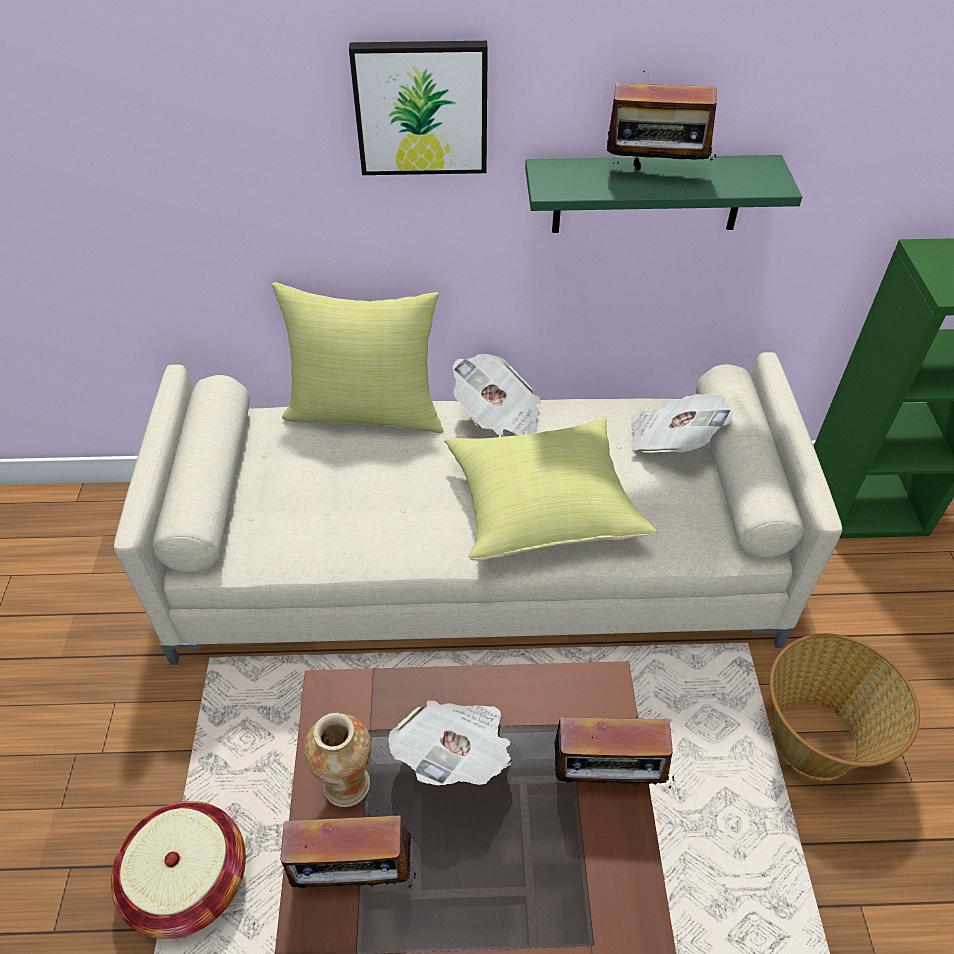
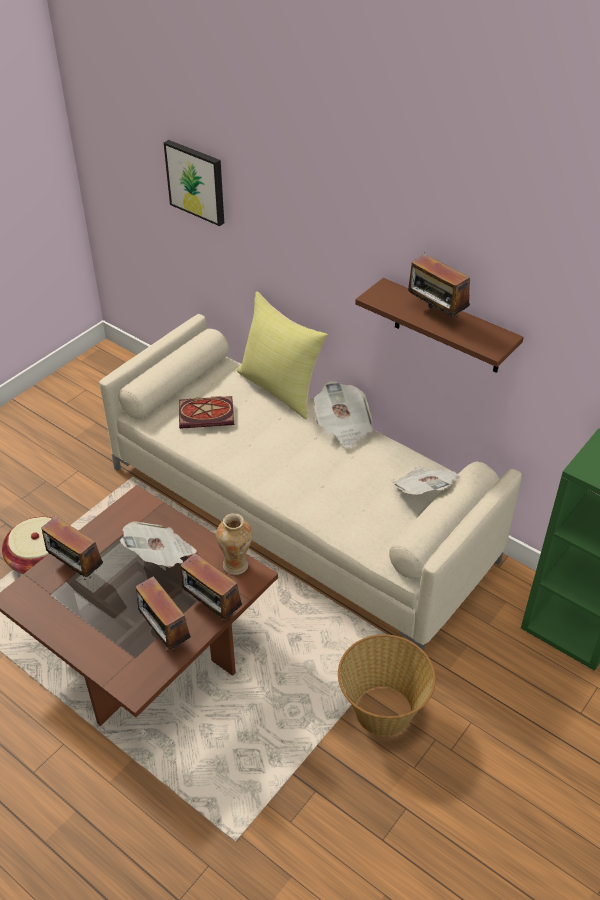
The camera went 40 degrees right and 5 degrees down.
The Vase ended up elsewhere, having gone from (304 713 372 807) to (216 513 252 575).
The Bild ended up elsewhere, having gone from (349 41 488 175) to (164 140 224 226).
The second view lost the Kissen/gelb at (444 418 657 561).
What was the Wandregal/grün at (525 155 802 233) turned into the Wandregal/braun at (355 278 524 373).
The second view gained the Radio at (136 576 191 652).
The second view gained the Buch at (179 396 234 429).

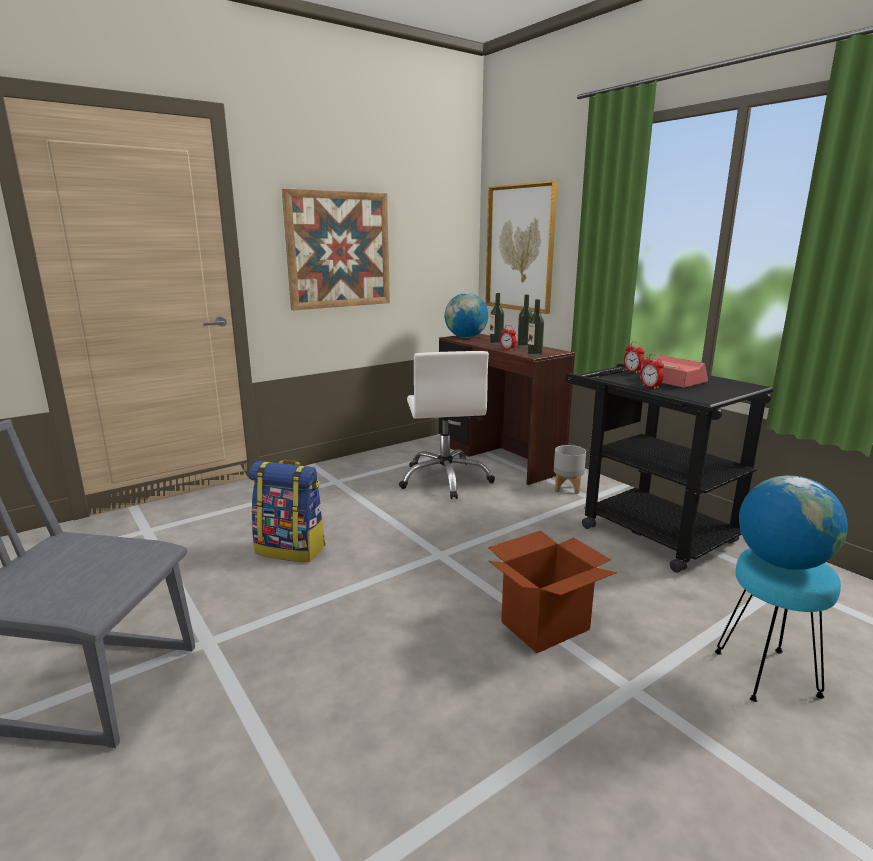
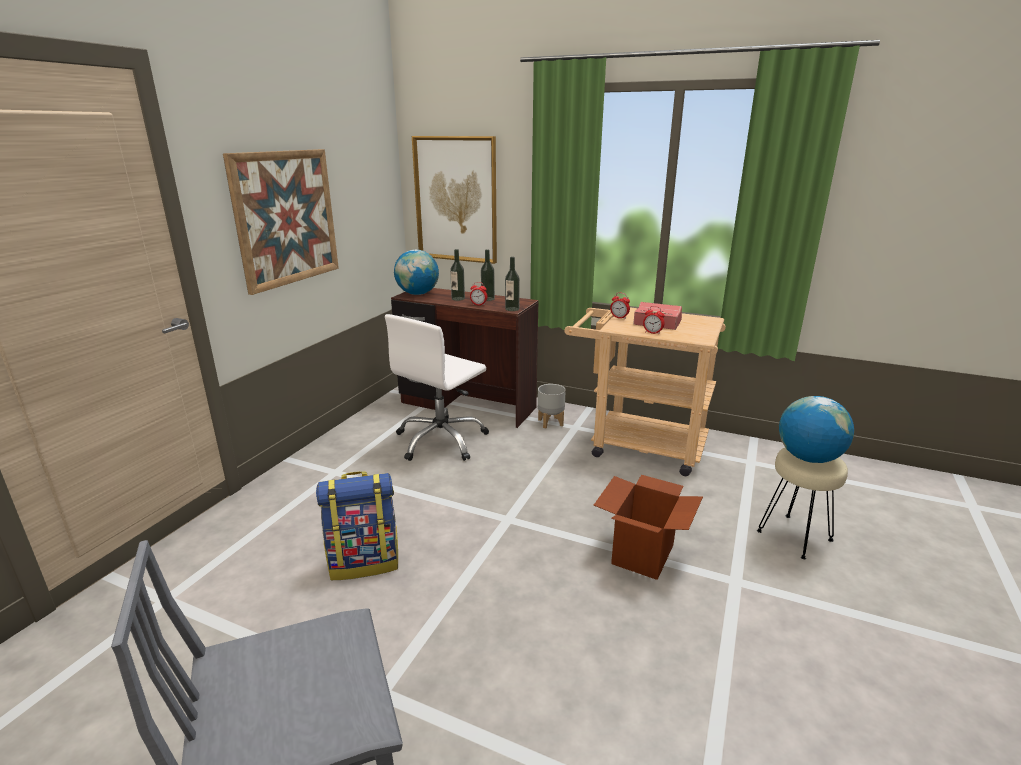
The camera went 30 degrees left and 5 degrees up.
The Bürostuhl/weiß at (399 351 495 499) ended up facing another way, 75 degrees clockwise from before.
What was the Rollwagen/schwarz at (565 363 773 573) turned into the Rollwagen/beige at (564 307 726 476).
What was the Hocker/türkis at (715 548 841 702) turned into the Hocker/beige at (757 447 848 559).

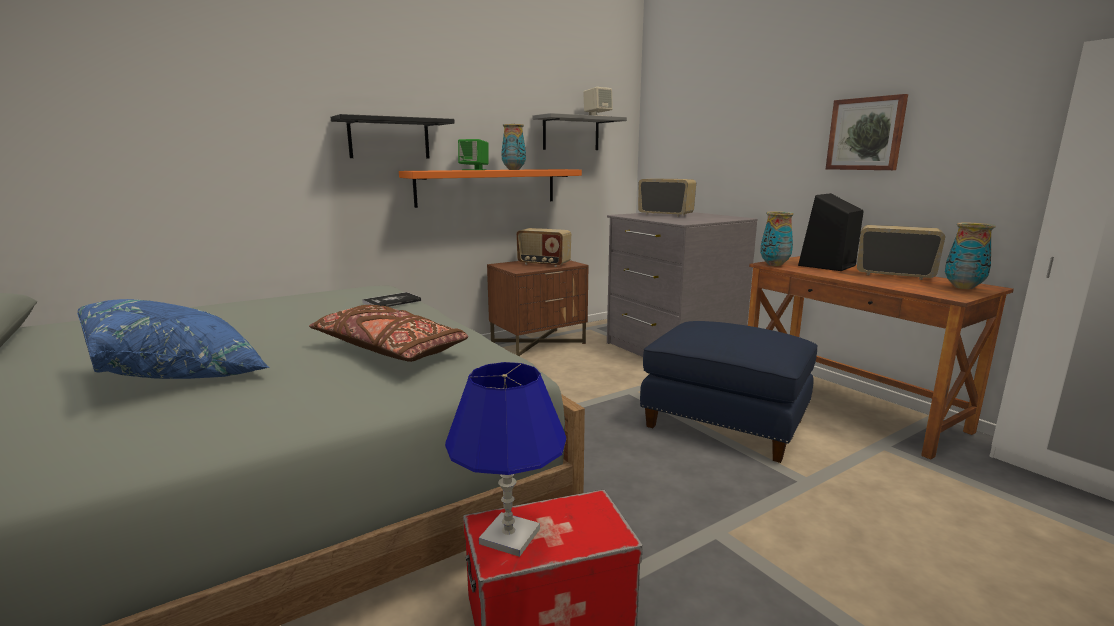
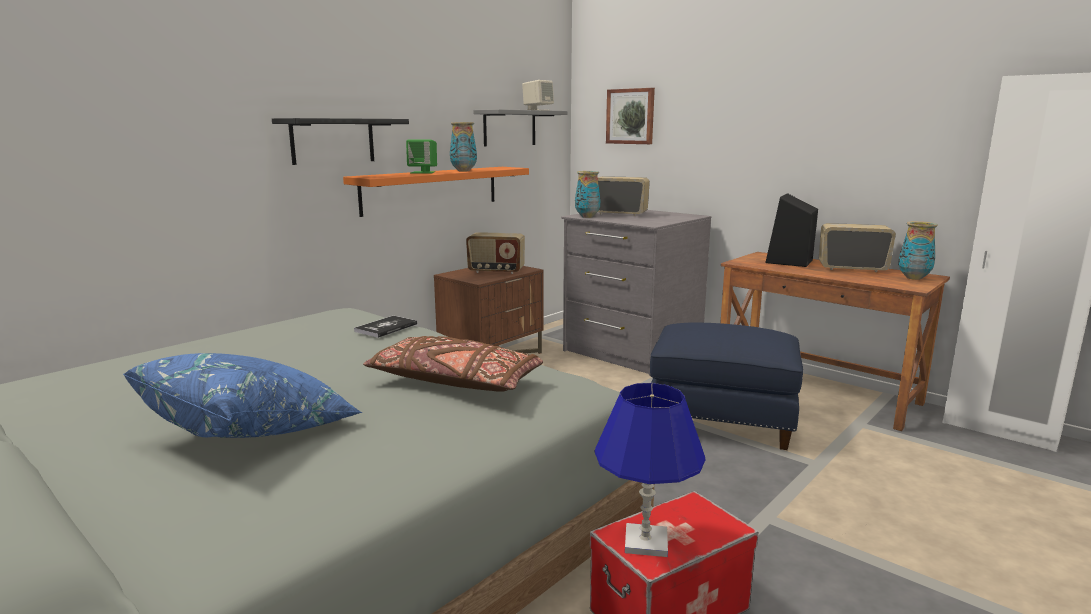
The camera went 15 degrees left and 0 degrees up.
The Vase ended up elsewhere, having gone from (760 211 794 266) to (575 171 600 218).
The Bild ended up elsewhere, having gone from (826 94 908 170) to (606 88 655 144).

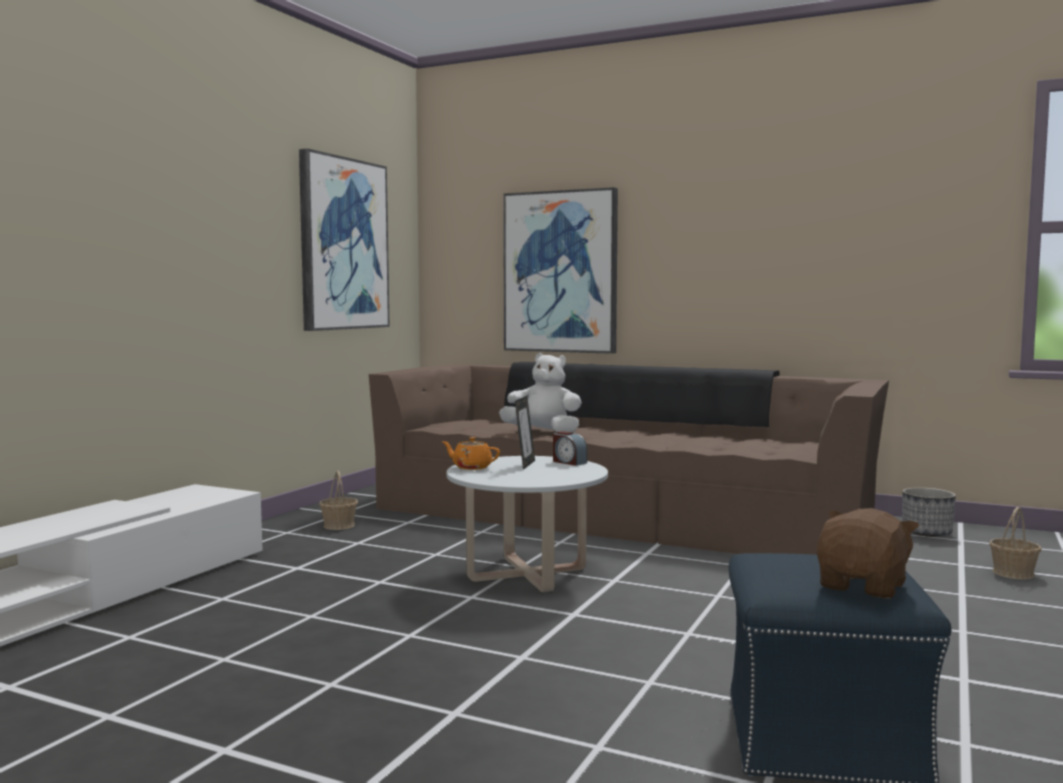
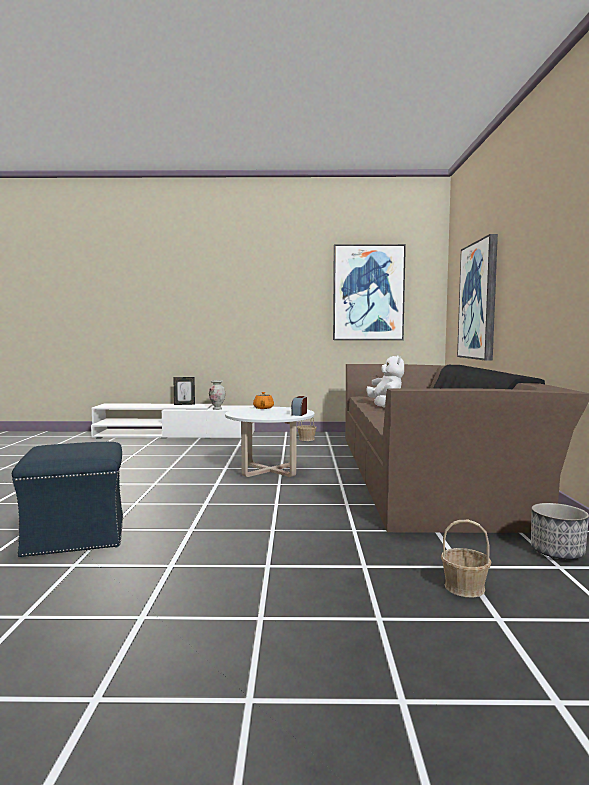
The camera went 65 degrees right and 0 degrees up.
The Bilderrahmen ended up elsewhere, having gone from (515 396 535 470) to (173 377 195 405).
The second view lost the Plüschtier/braun at (816 508 919 599).
The second view gained the Vase at (209 380 225 410).

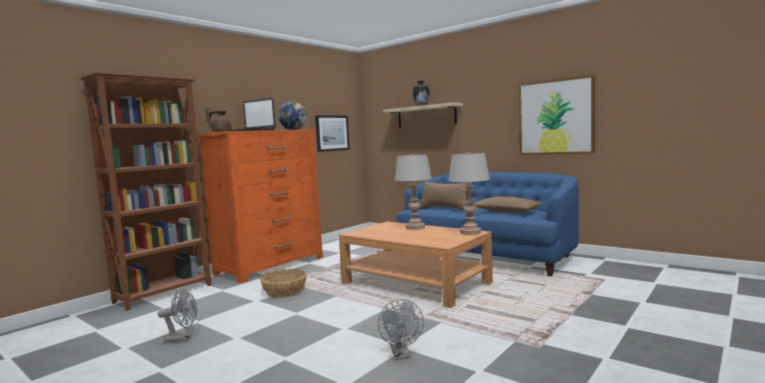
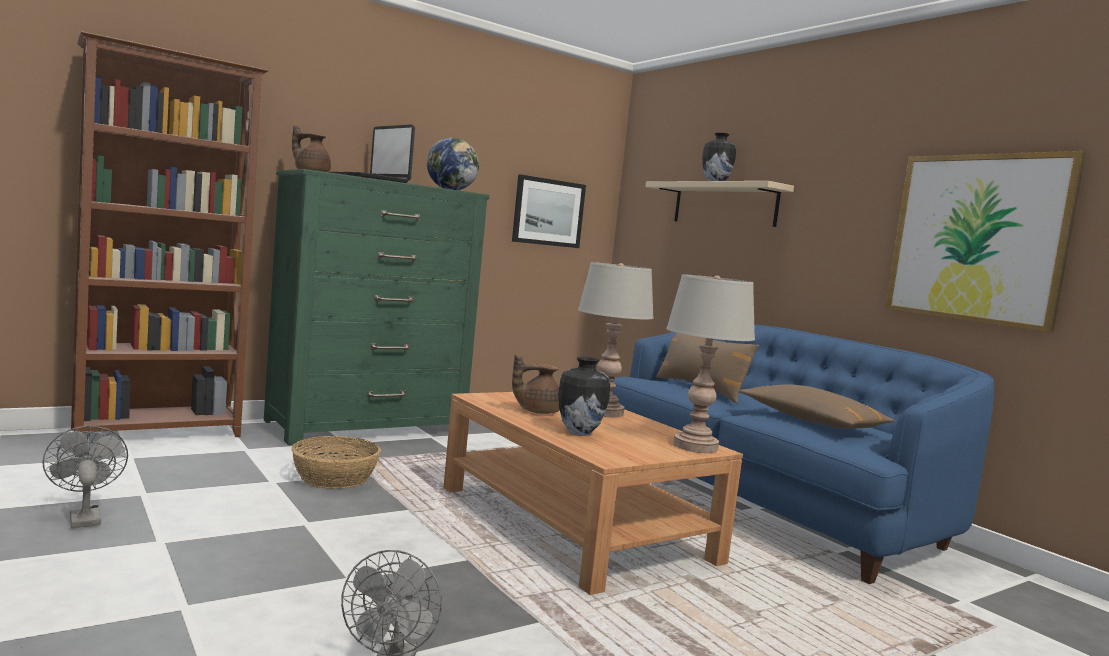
The camera went 15 degrees right and 0 degrees up.
The Ventilator/grau at (158 288 197 342) ended up facing another way, 135 degrees counterclockwise from before.
What was the Kommode/orange at (198 129 323 283) turned into the Kommode/grün at (264 169 490 445).
The second view gained the Teekanne/braun at (512 354 560 414).
The second view gained the Vase at (558 357 610 436).

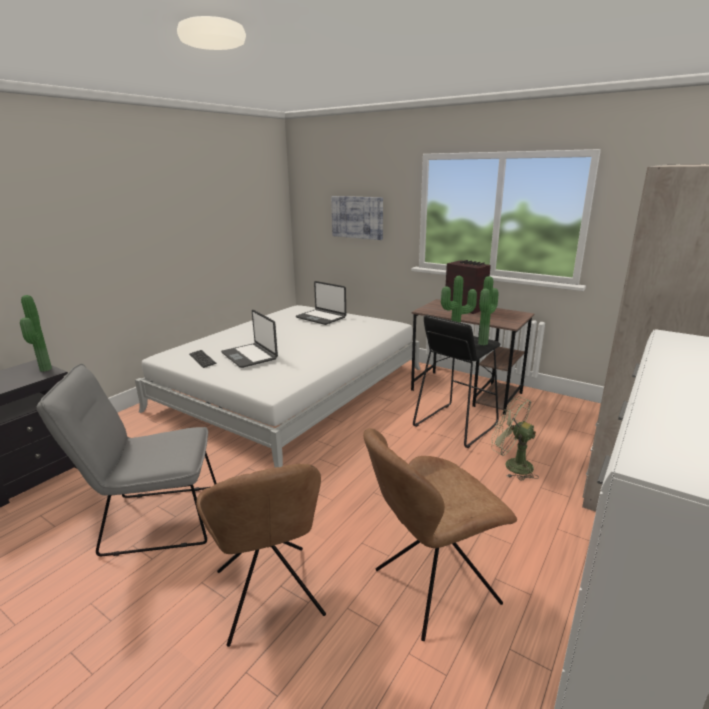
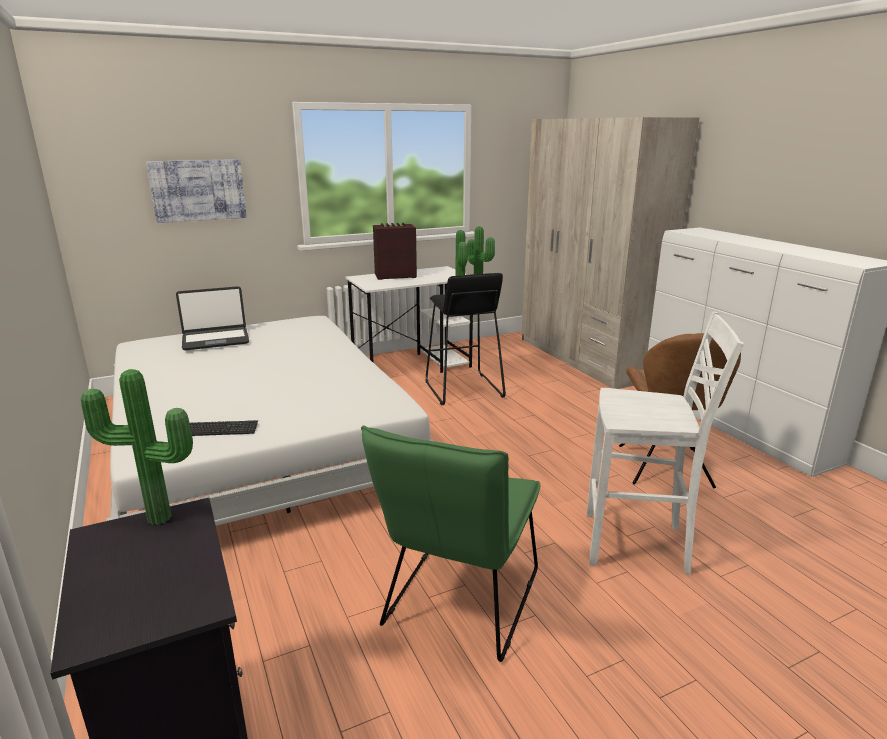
The camera went 60 degrees left and 0 degrees up.
What was the Stuhl/grau at (37 364 217 556) turned into the Stuhl/grün at (361 426 541 662).
Where the Stuhl/braun stood at (196 464 326 647), the Hocker/weiß came to stand at (587 311 744 574).
The second view lost the Laptop at (221 310 278 368).
What was the Schreibtisch/braun at (411 299 534 415) turned into the Schreibtisch/weiß at (346 266 473 373).
The second view lost the Ventilator/grün at (491 396 539 480).

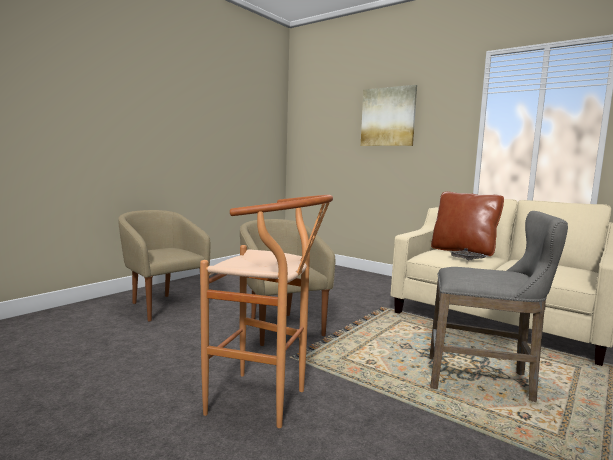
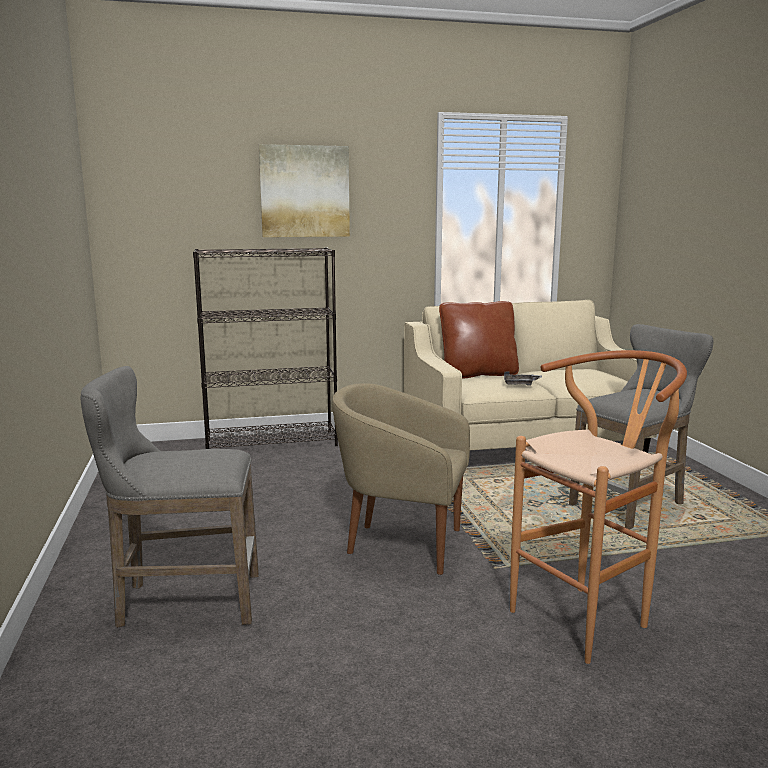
The camera went 50 degrees left and 5 degrees up.
Where the Sessel/beige stood at (118 210 211 321), the Hocker/grau came to stand at (81 366 259 628).
The second view gained the Bücherregal/schwarz at (193 248 338 449).

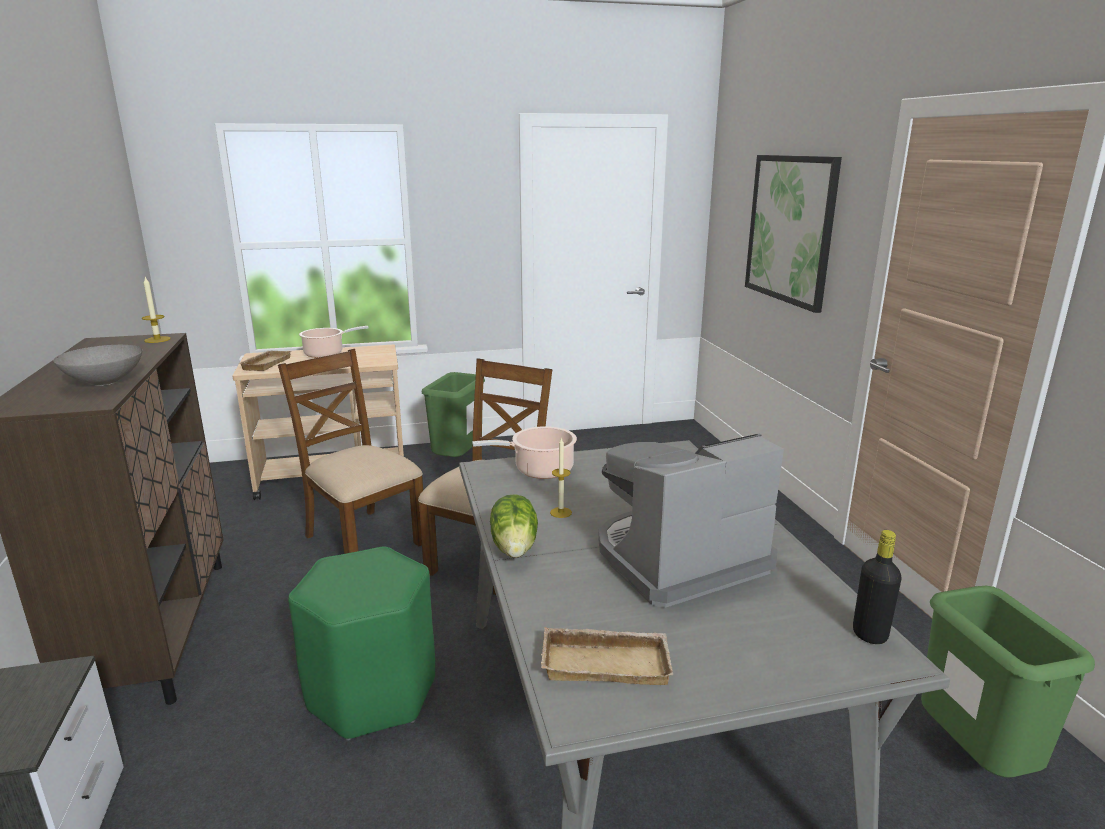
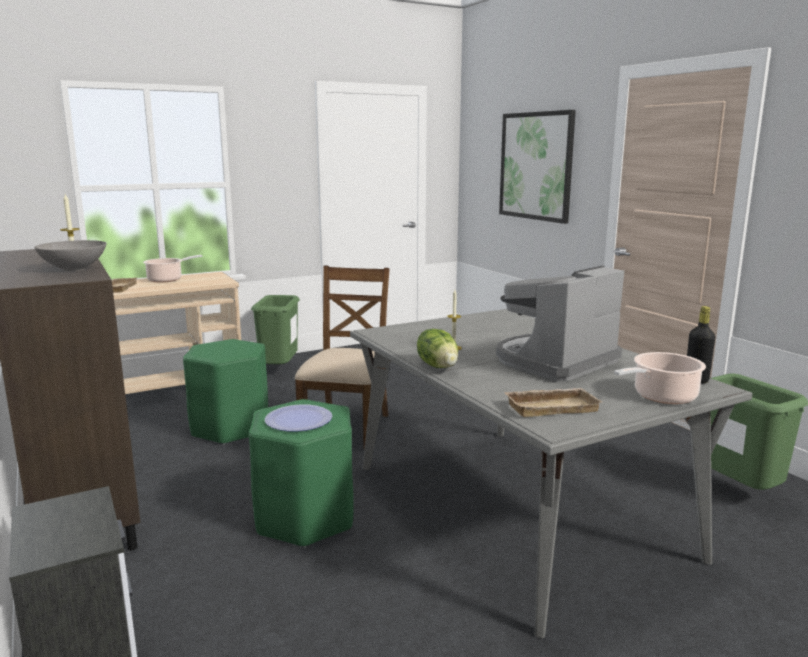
The camera went 15 degrees left and 5 degrees down.
Where the Stuhl/braun stood at (278 349 423 554), the Hocker/grün came to stand at (183 339 268 445).
The Kochtopf ended up elsewhere, having gone from (472 426 577 479) to (614 352 706 404).
The second view gained the Teller at (265 404 332 432).

